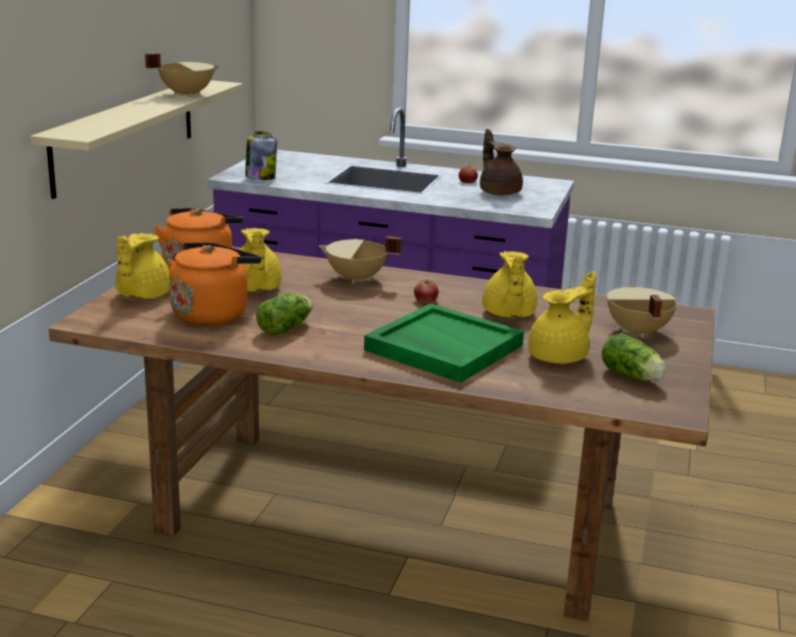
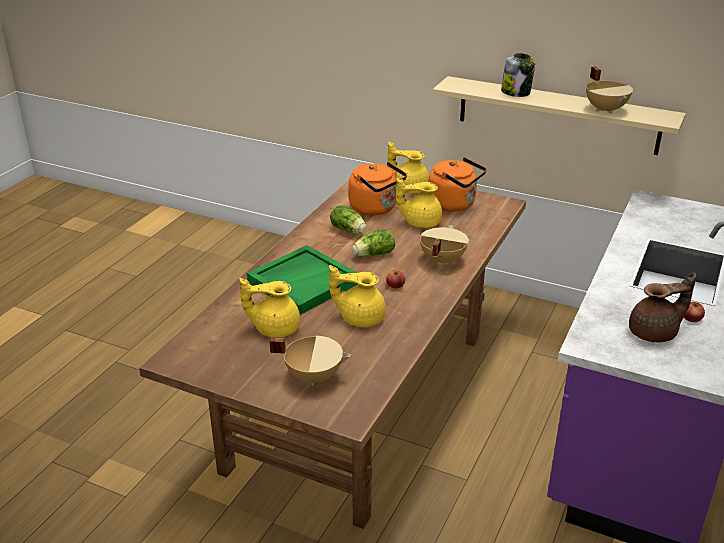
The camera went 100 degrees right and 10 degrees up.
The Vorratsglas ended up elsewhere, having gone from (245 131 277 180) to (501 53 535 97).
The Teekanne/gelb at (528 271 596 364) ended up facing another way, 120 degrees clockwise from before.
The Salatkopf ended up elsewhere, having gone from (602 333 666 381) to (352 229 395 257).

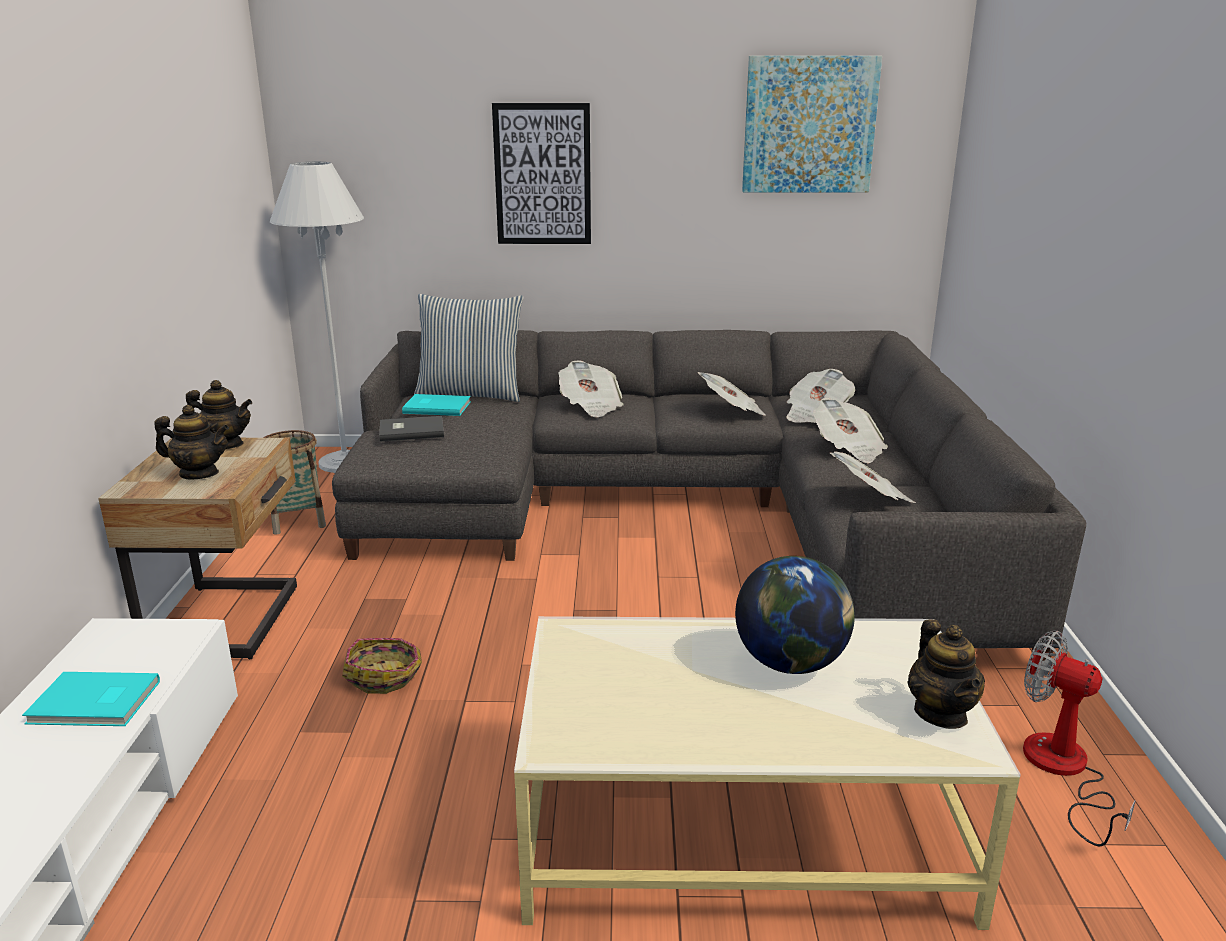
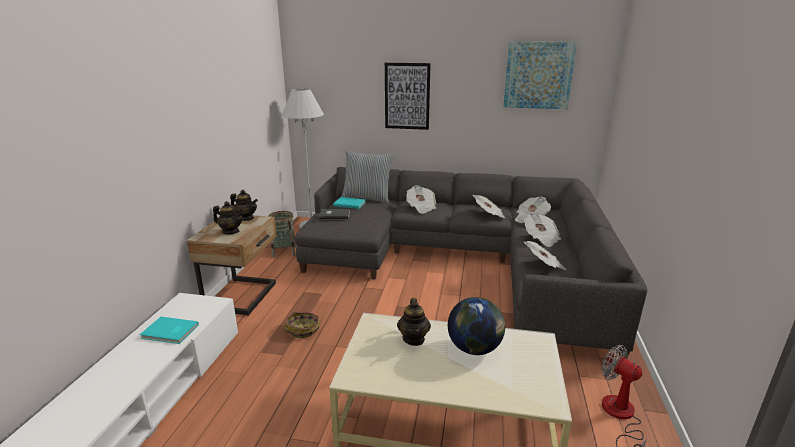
The camera went 10 degrees right and 0 degrees up.
The Teekanne ended up elsewhere, having gone from (907 619 985 729) to (397 298 431 346).

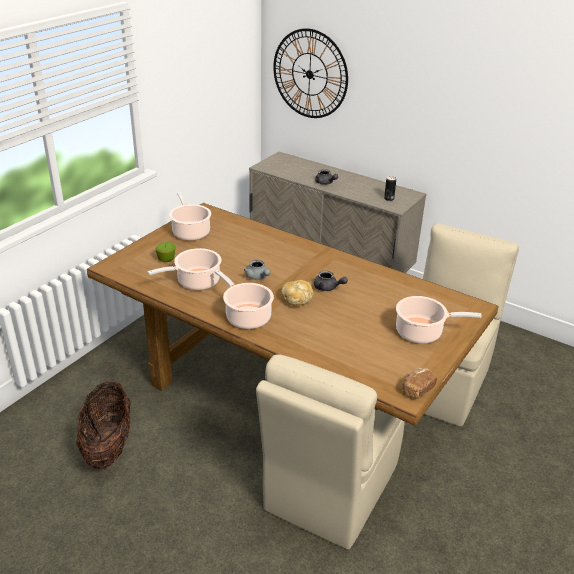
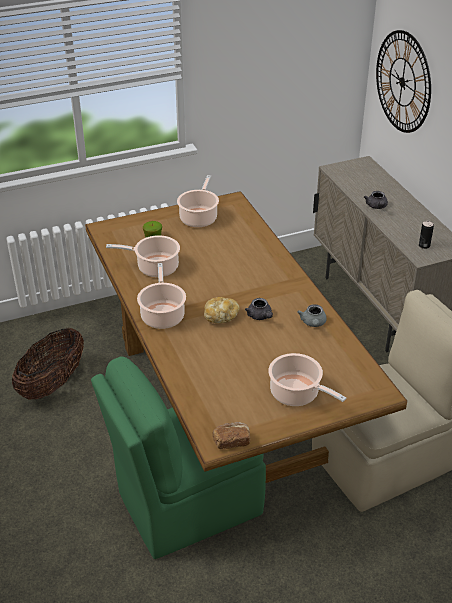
The camera went 35 degrees right and 5 degrees up.
The Teekanne/grau ended up elsewhere, having gone from (244 260 271 280) to (297 304 327 327).
What was the Stuhl/beige at (256 354 405 549) turned into the Stuhl/grün at (91 356 266 559).

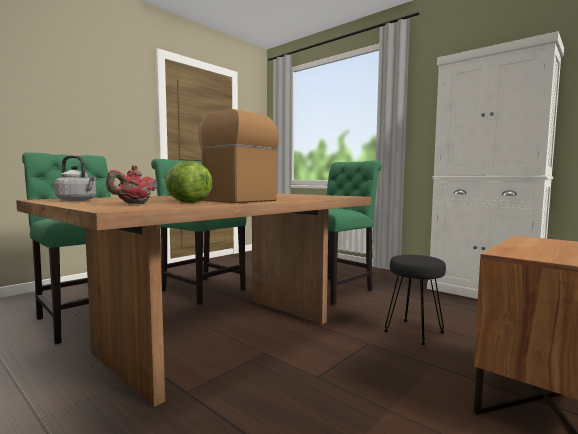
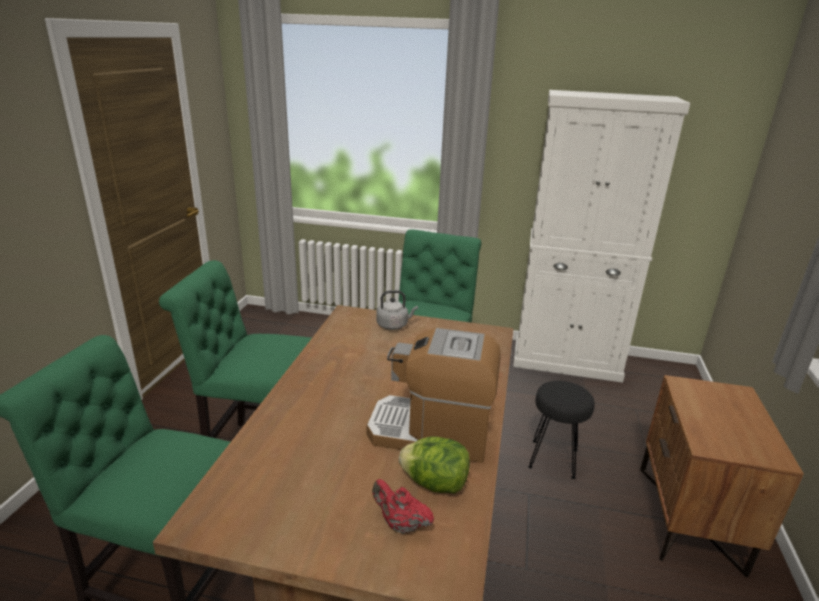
The camera went 30 degrees left and 20 degrees up.
The Wasserkessel/grau ended up elsewhere, having gone from (54 155 96 201) to (376 290 418 330).
The Teekanne/rot at (106 165 157 204) ended up facing another way, 120 degrees clockwise from before.

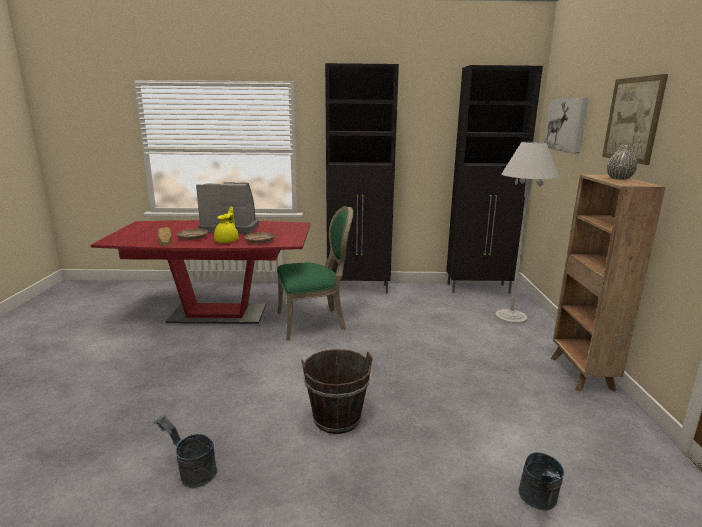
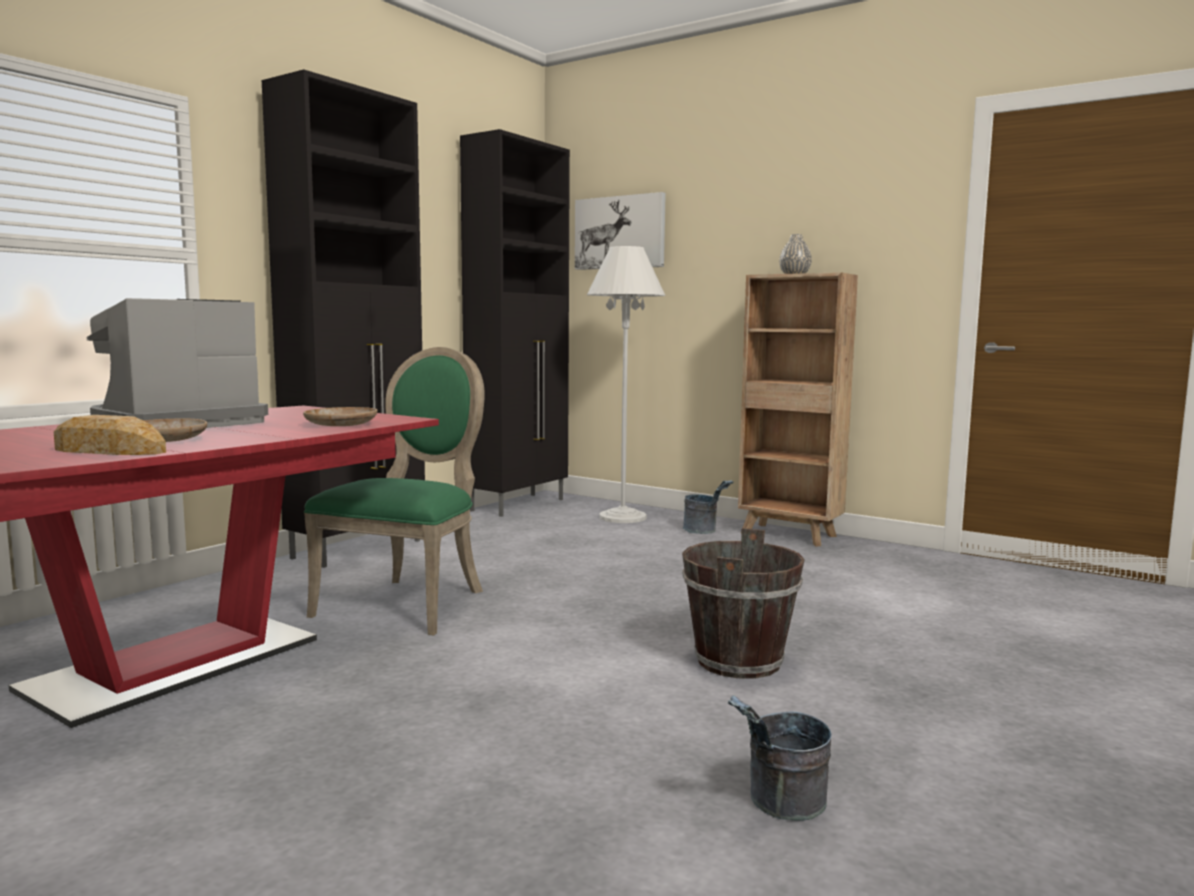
The camera went 55 degrees left and 10 degrees down.
The second view lost the Teekanne/gelb at (214 207 239 243).
The Eimer/grau ended up elsewhere, having gone from (518 452 564 510) to (683 480 734 534).
The second view lost the Bild at (602 74 668 165).

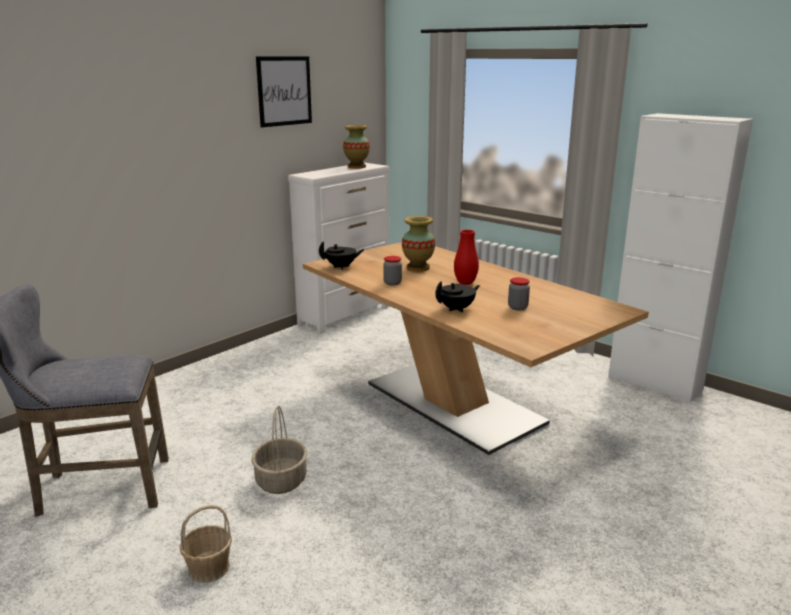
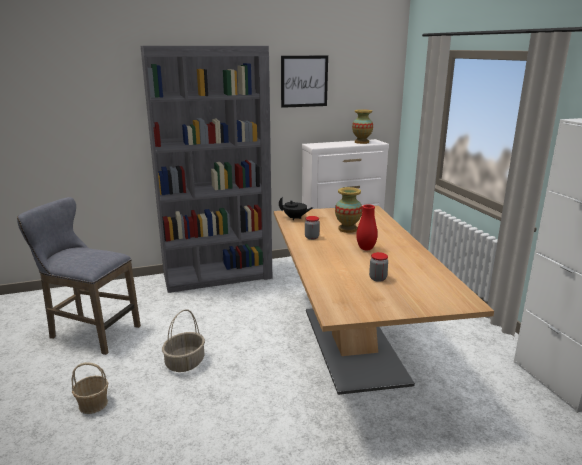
The camera went 30 degrees right and 0 degrees up.
The second view lost the Teekanne/schwarz at (435 281 480 312).
The second view gained the Bücherregal/grau at (141 46 272 293).

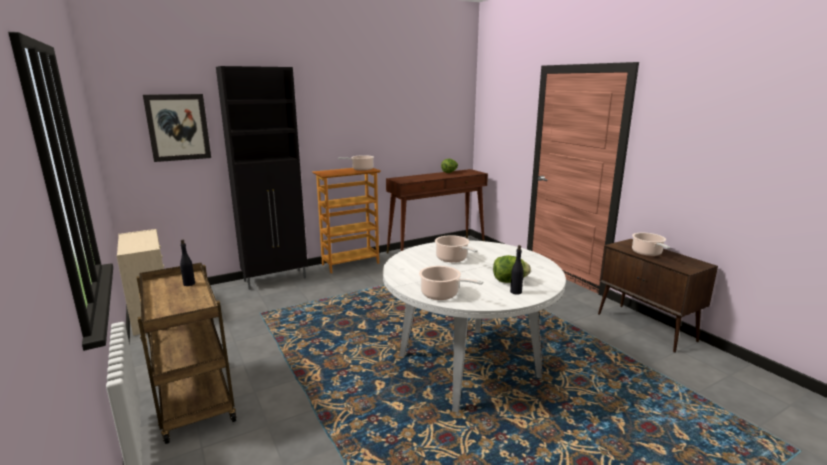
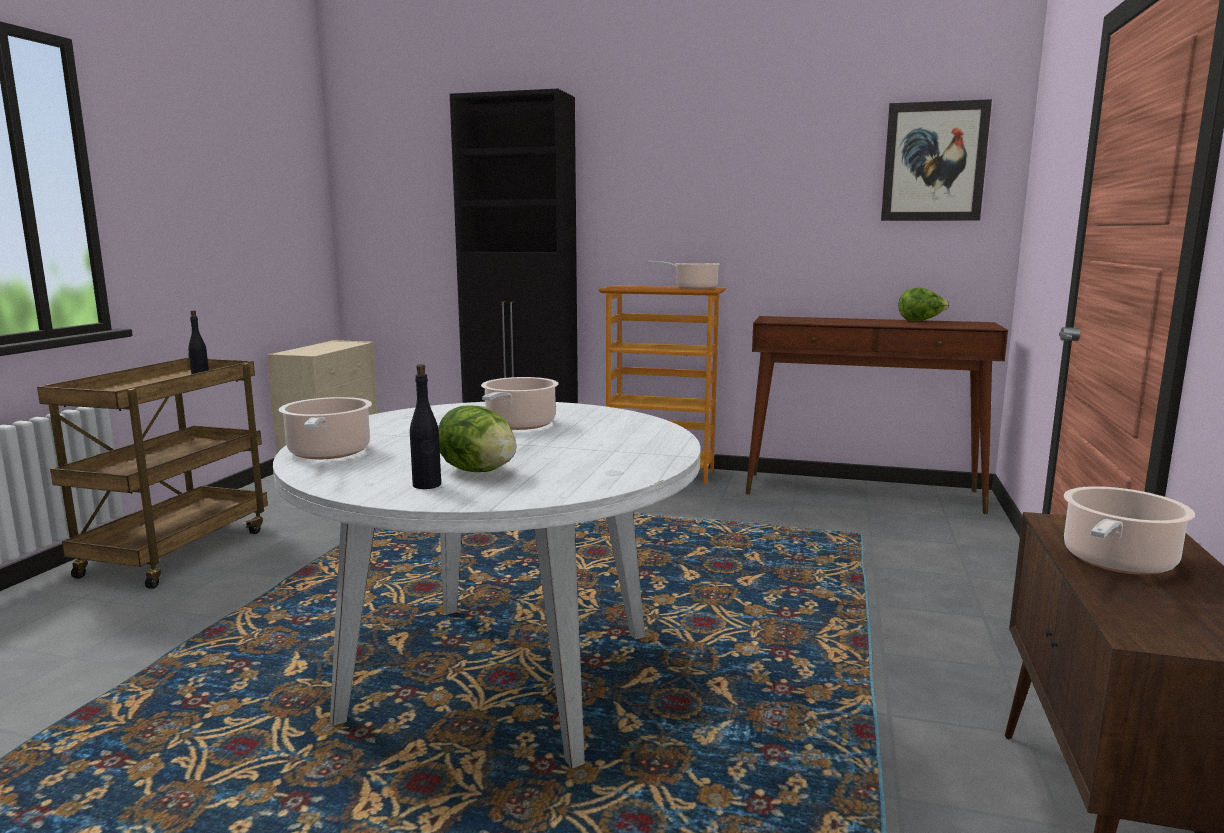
The camera went 45 degrees right and 5 degrees down.
The Bild ended up elsewhere, having gone from (143 94 211 162) to (881 99 992 221).

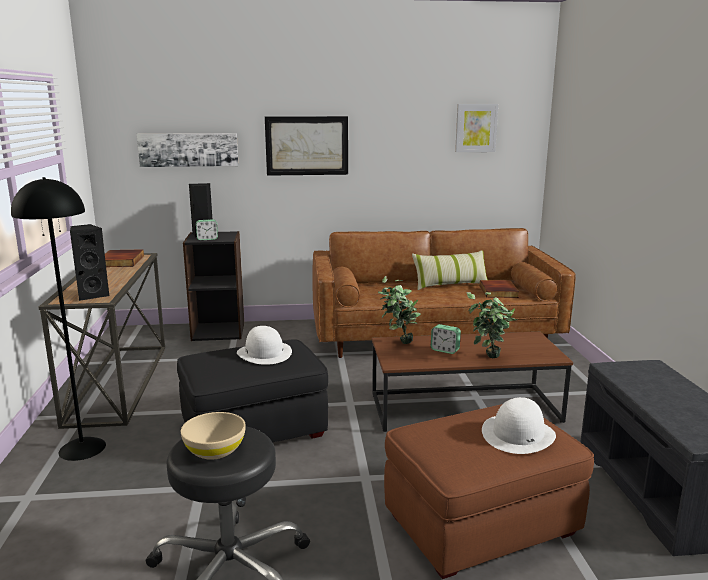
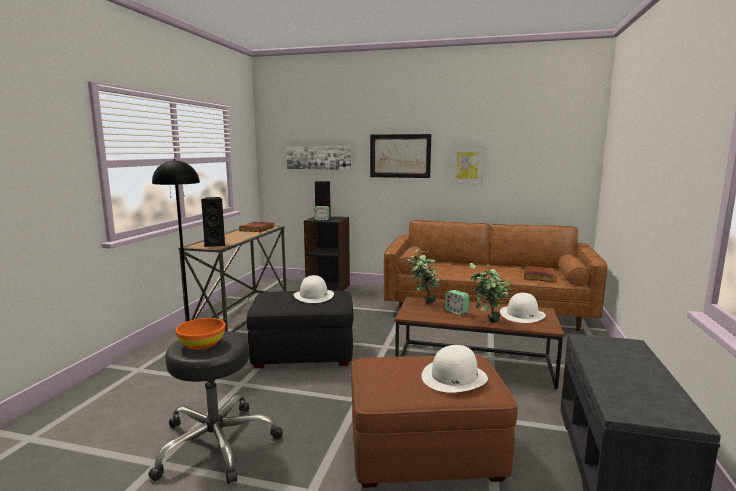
The camera went 20 degrees right and 5 degrees down.
What was the Schüssel/beige at (181 412 246 460) turned into the Schüssel/orange at (176 318 225 350).
The second view lost the Kissen at (412 250 488 290).
The Bild ended up elsewhere, having gone from (455 104 498 152) to (450 147 484 184).
The second view gained the Hut/weiß at (500 293 546 323).

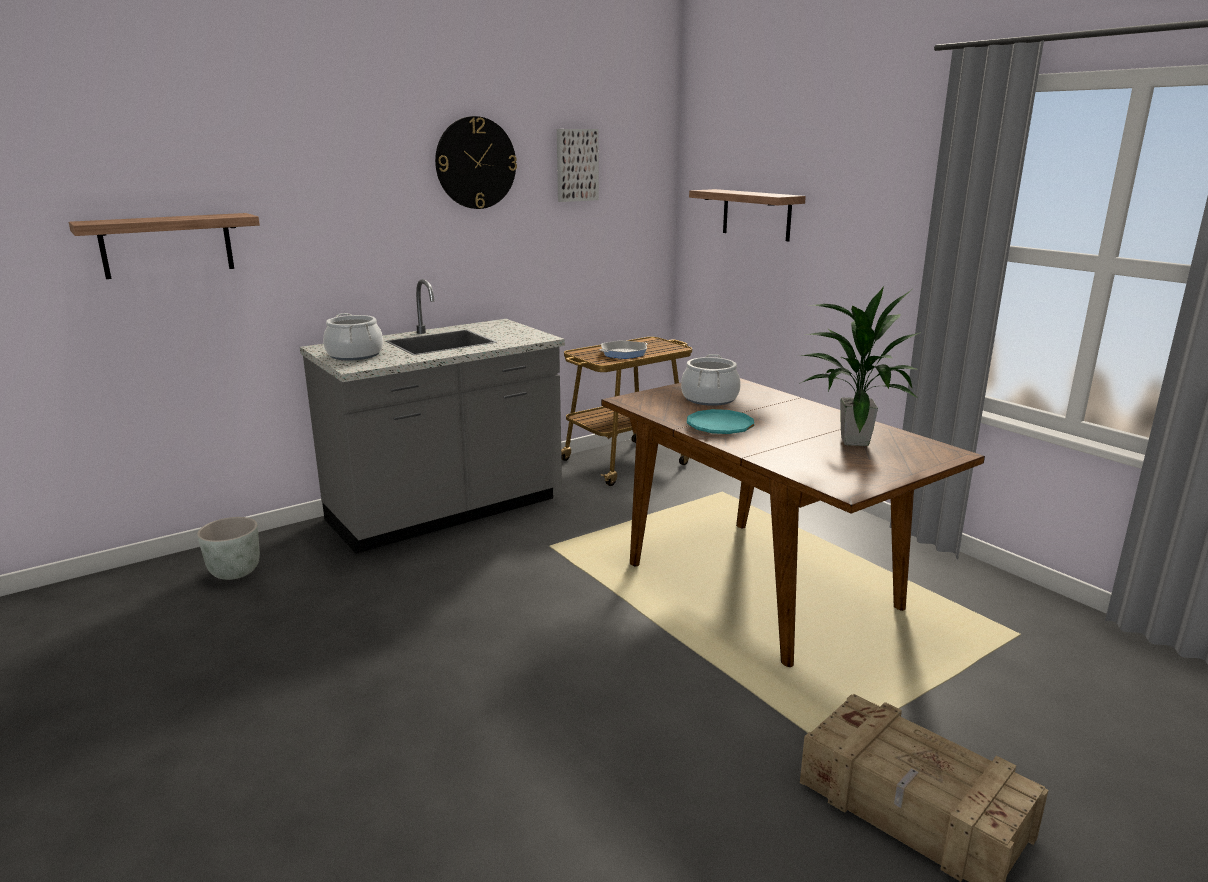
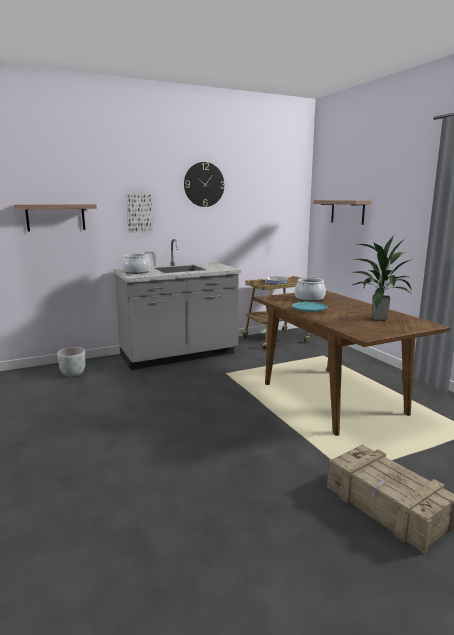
The camera went 10 degrees right and 5 degrees down.
The Bild ended up elsewhere, having gone from (557 129 599 202) to (126 193 153 233).

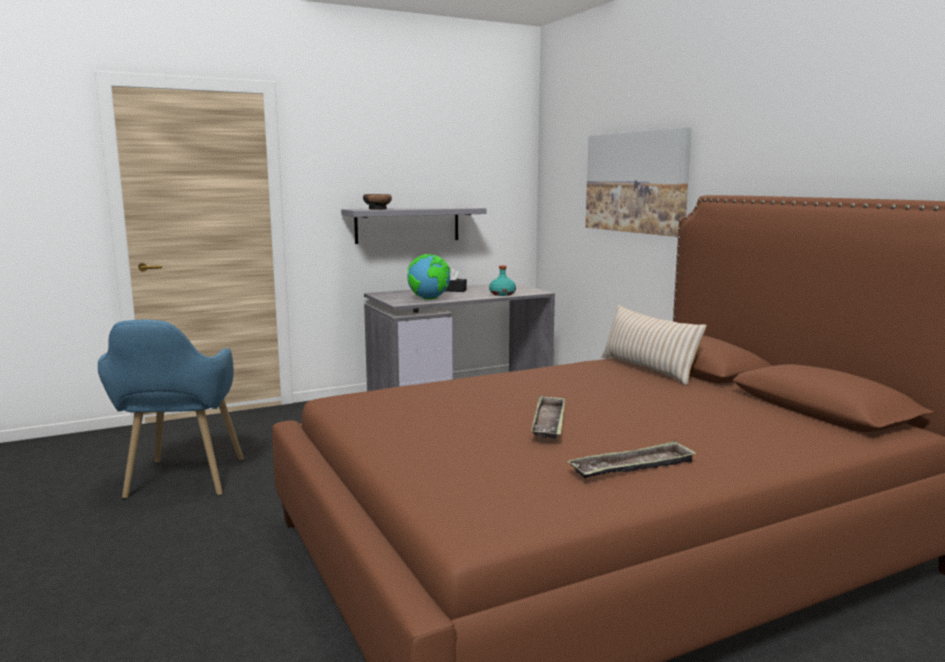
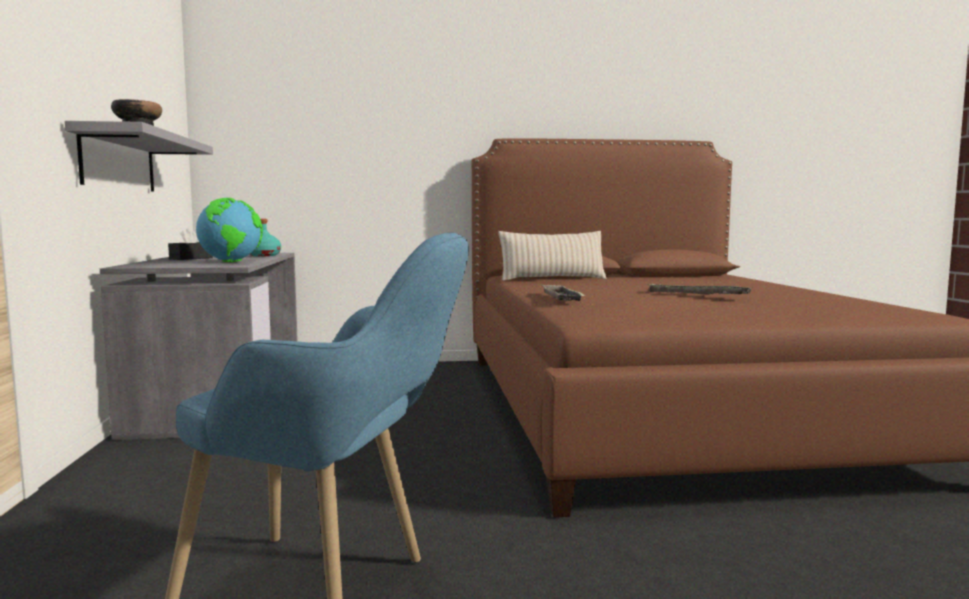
The camera went 70 degrees left and 5 degrees down.
The Tablett ended up elsewhere, having gone from (568 440 697 478) to (542 285 584 301).
The second view lost the Bild at (585 127 691 237).

